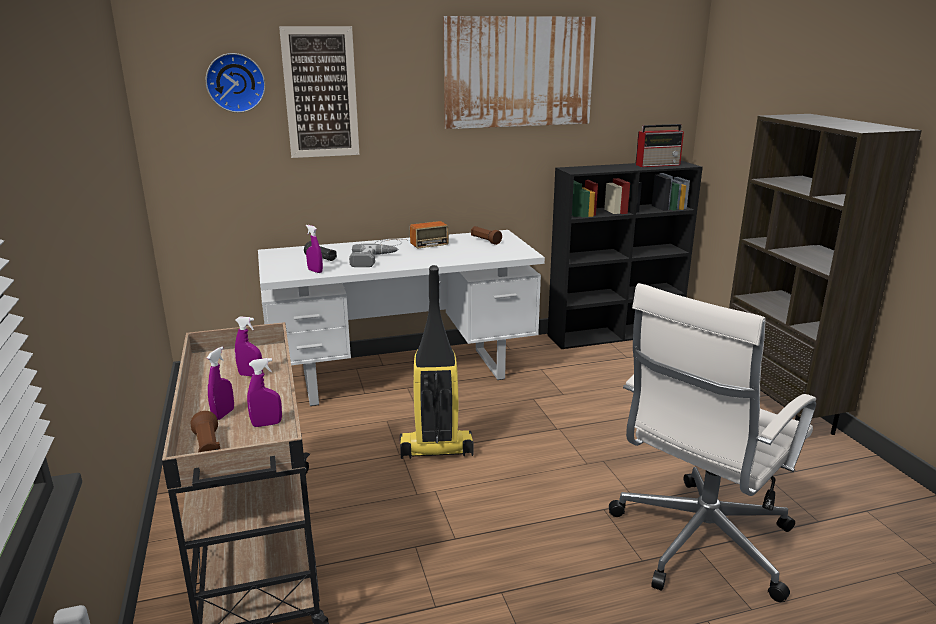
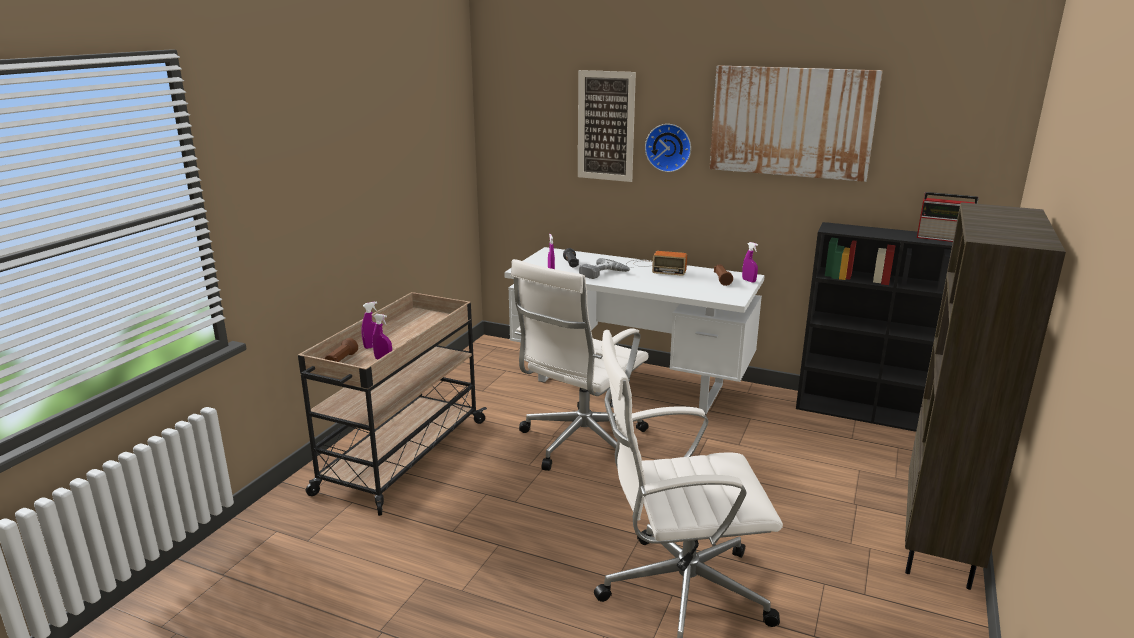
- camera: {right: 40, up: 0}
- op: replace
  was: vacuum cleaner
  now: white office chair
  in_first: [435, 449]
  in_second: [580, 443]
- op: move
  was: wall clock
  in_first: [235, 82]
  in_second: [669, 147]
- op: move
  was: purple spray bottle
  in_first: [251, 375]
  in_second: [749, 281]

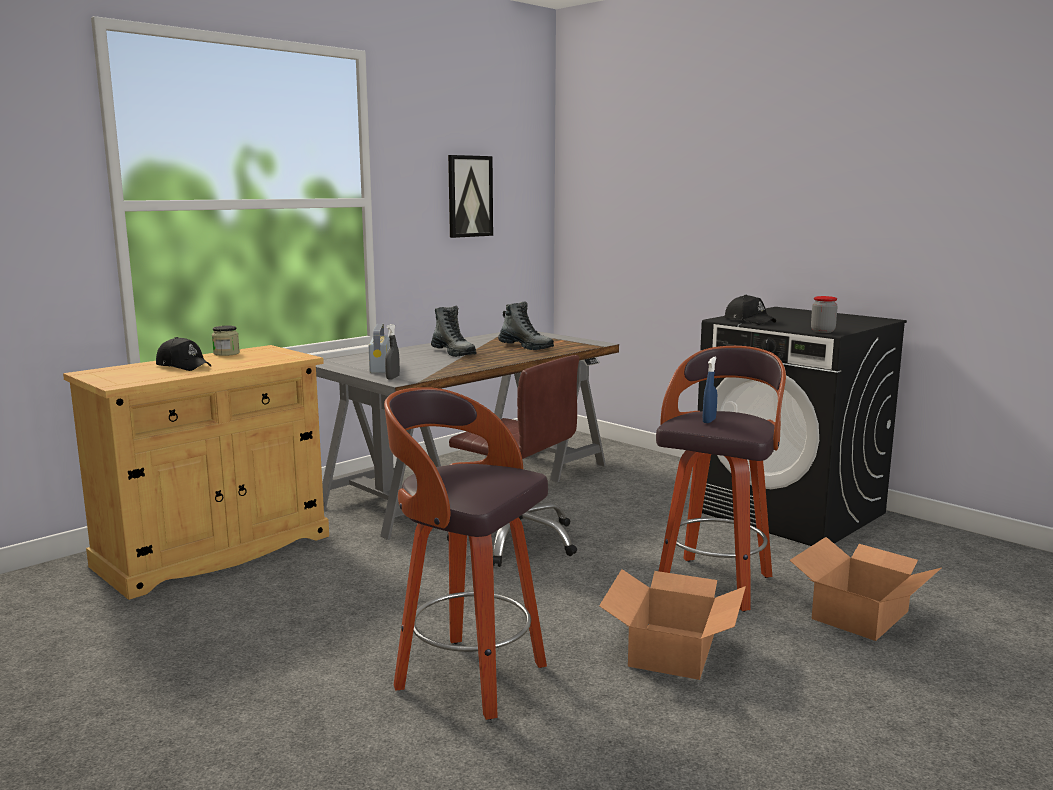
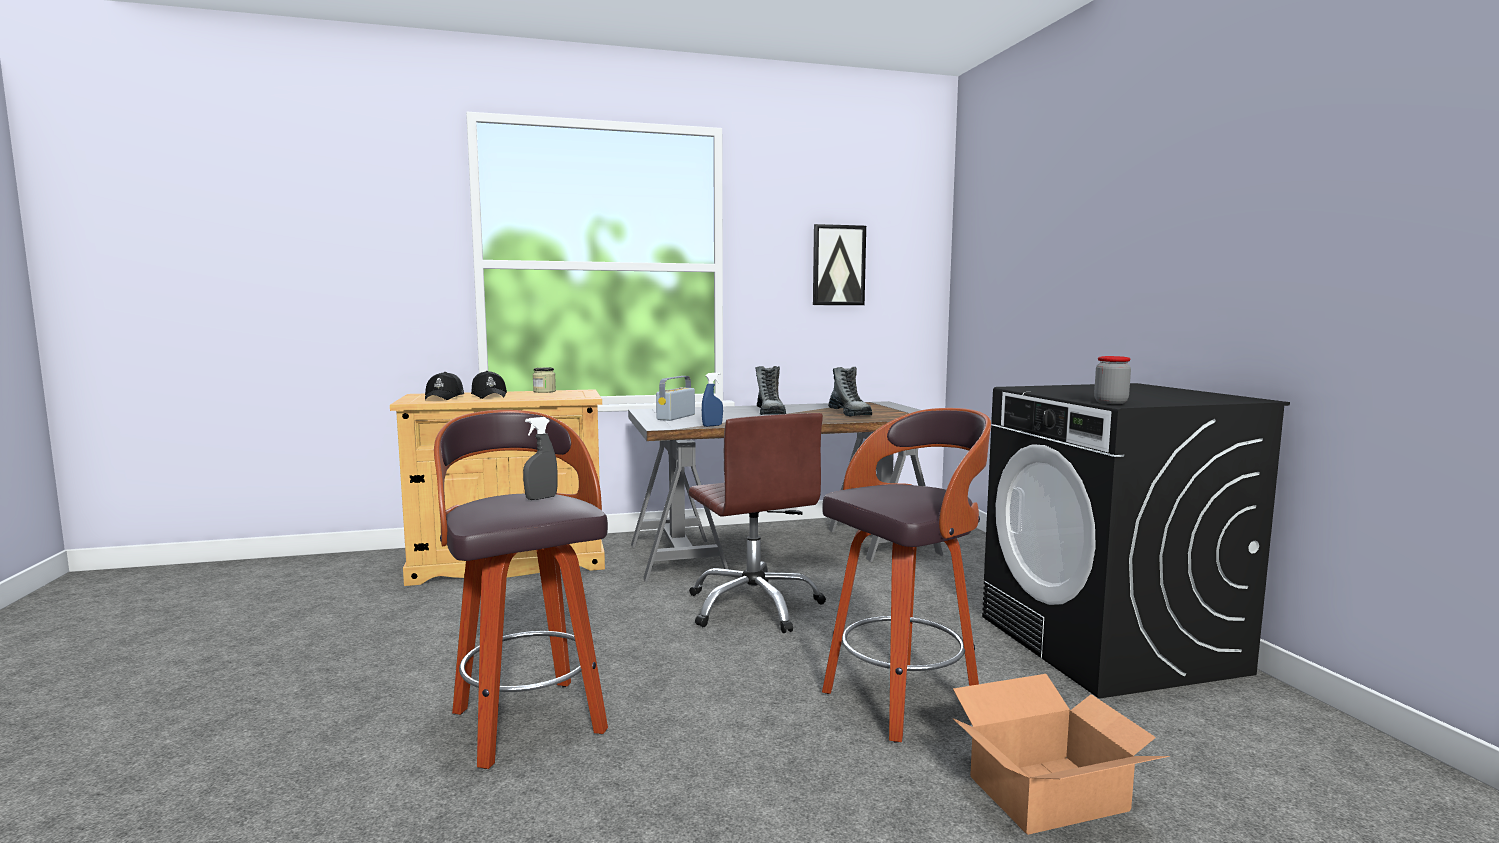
- camera: {right: 30, up: -5}
- op: move
  was: black cap
  in_first: [749, 320]
  in_second: [445, 397]
- op: move
  was: grey spray bottle
  in_first: [392, 378]
  in_second: [541, 498]
- op: move
  was: blue spray bottle
  in_first: [709, 421]
  in_second: [712, 425]
- op: delete
  was: cardboard box
  in_first: [673, 650]

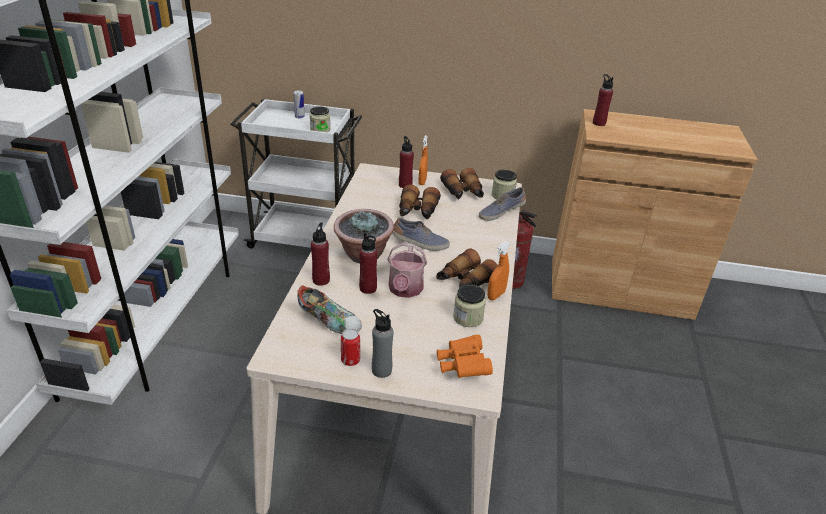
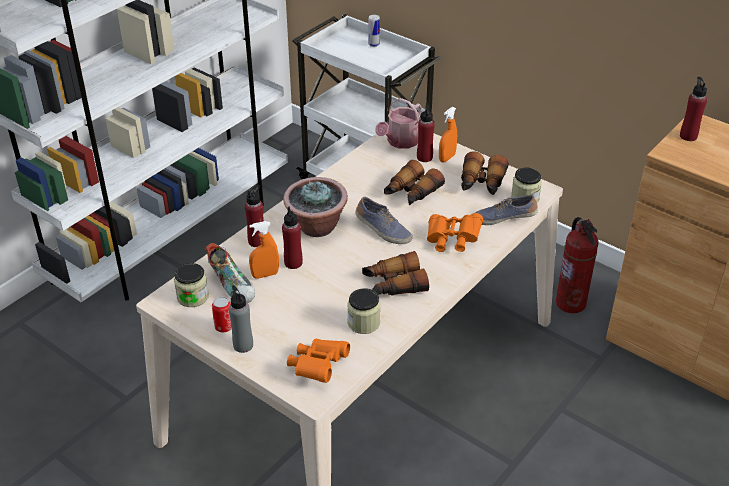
- camera: {right: 30, up: 5}
- op: move
  was: jar
  in_first: [320, 130]
  in_second: [193, 297]
- op: move
  was: orange spray bottle
  in_first: [496, 295]
  in_second: [265, 275]
- op: move
  was: watering can
  in_first: [405, 290]
  in_second: [400, 142]
- op: insert
  now: orange binoculars
  in_second: [452, 240]

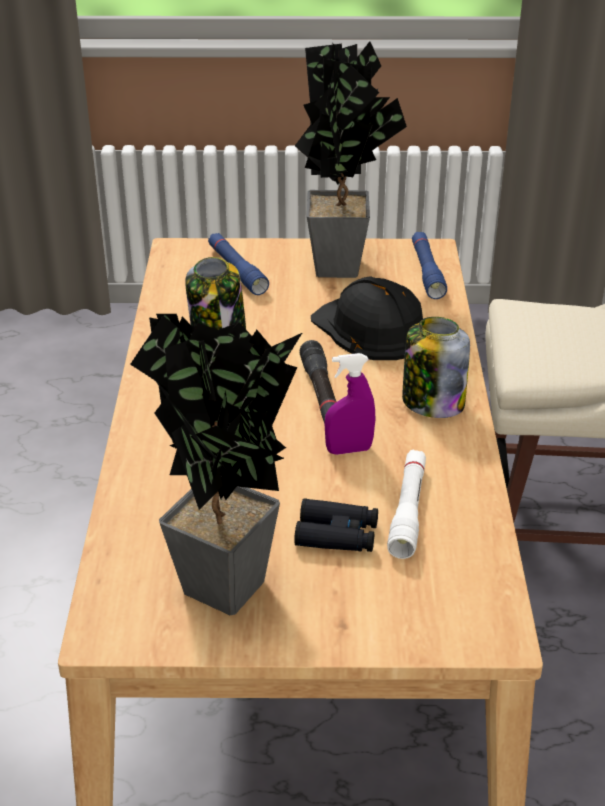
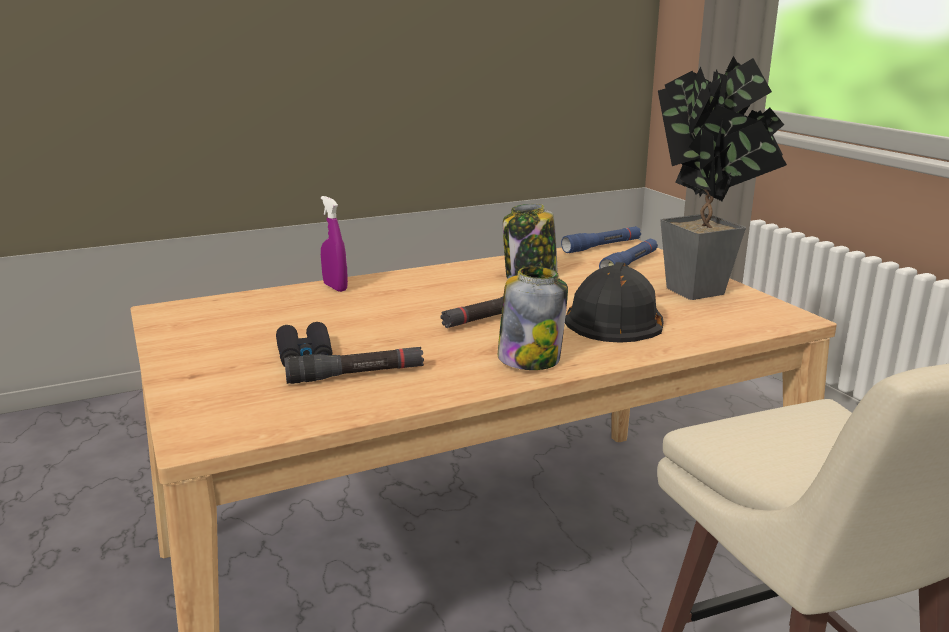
- camera: {right: 65, up: -15}
- op: recolor
  was: white flashlight
  now: black flashlight
  in_first: [408, 510]
  in_second: [356, 375]
- op: move
  was: purple spray bottle
  in_first: [349, 450]
  in_second: [335, 287]
- op: move
  was: blue flashlight
  in_first: [427, 272]
  in_second: [602, 246]
- op: delete
  was: potted plant
  in_first: [230, 595]

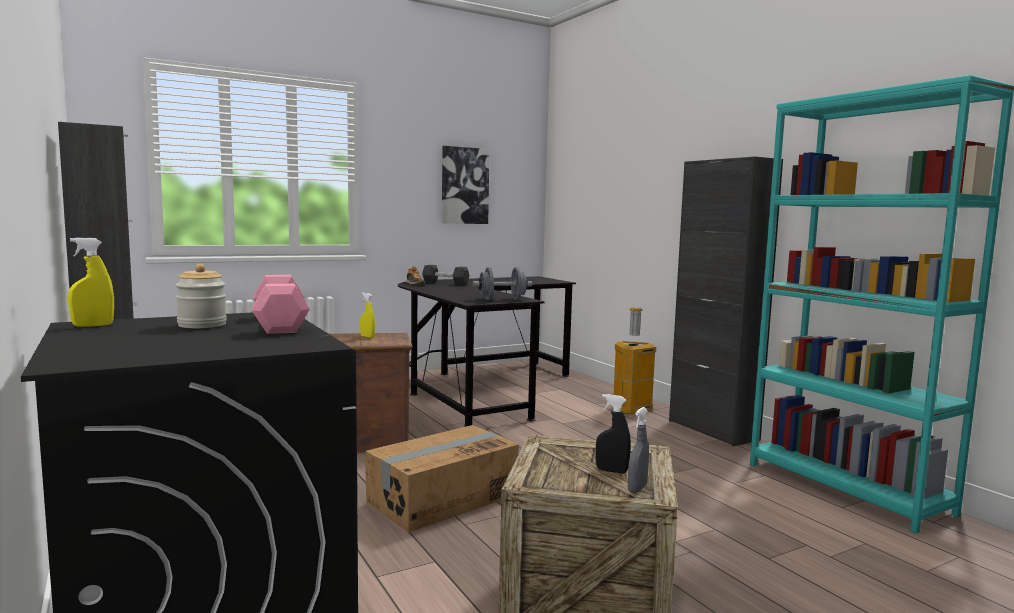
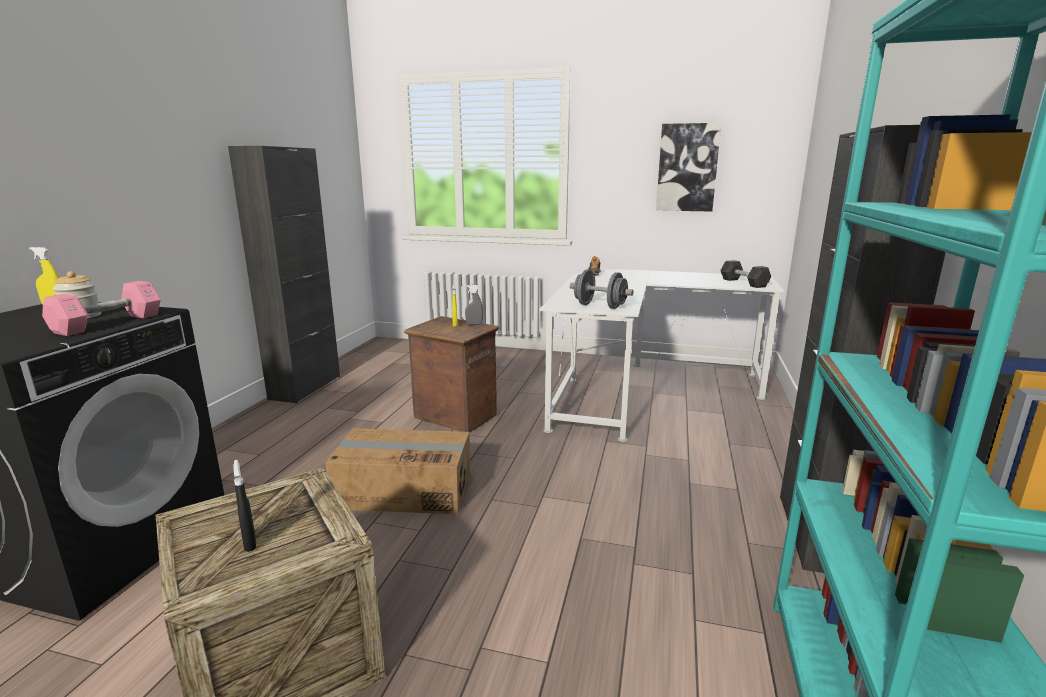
- camera: {right: 45, up: 10}
- op: move
  was: grey spray bottle
  in_first: [637, 488]
  in_second: [474, 324]
- op: recolor
  was: black desk
  now: white desk
  in_first: [479, 388]
  in_second: [640, 389]
- op: move
  was: black dumbbell
  in_first: [445, 283]
  in_second: [743, 283]
- op: delete
  was: trash can
  in_first: [632, 410]

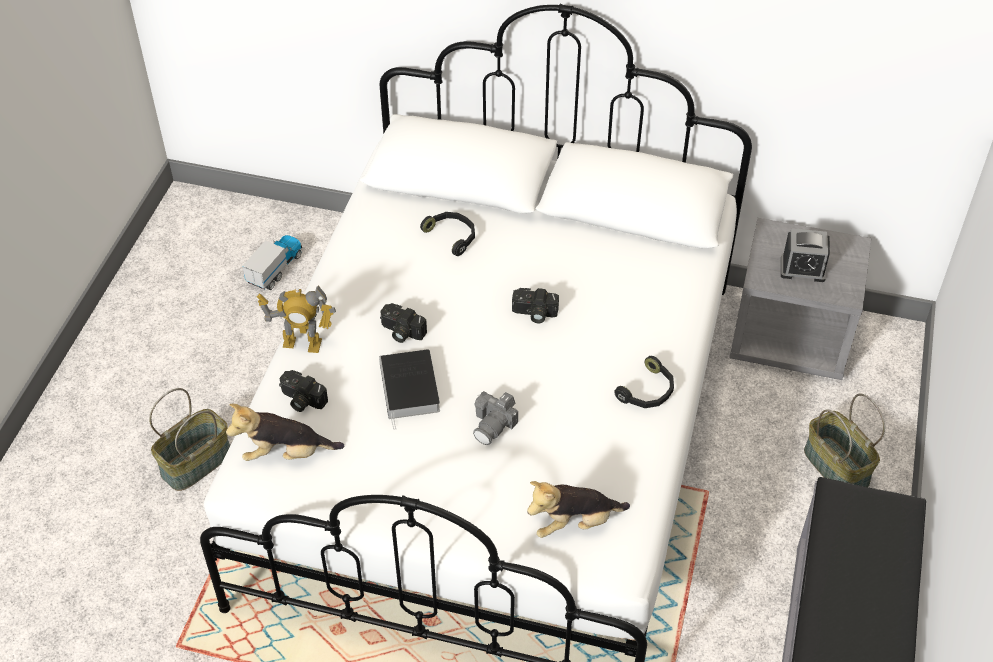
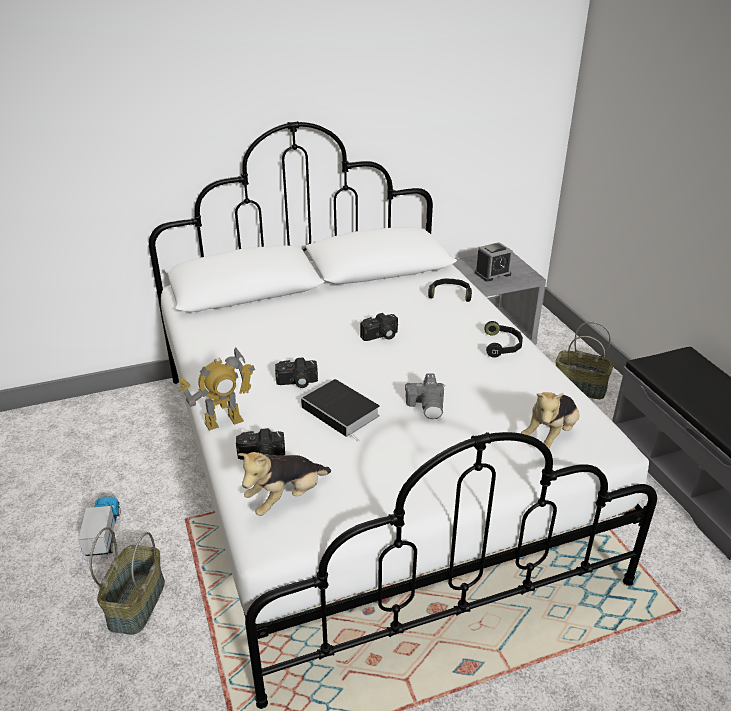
- camera: {right: -35, up: -15}
- op: move
  was: toy truck
  in_first: [275, 270]
  in_second: [104, 534]
- op: move
  was: black headphones
  in_first: [452, 236]
  in_second: [450, 294]

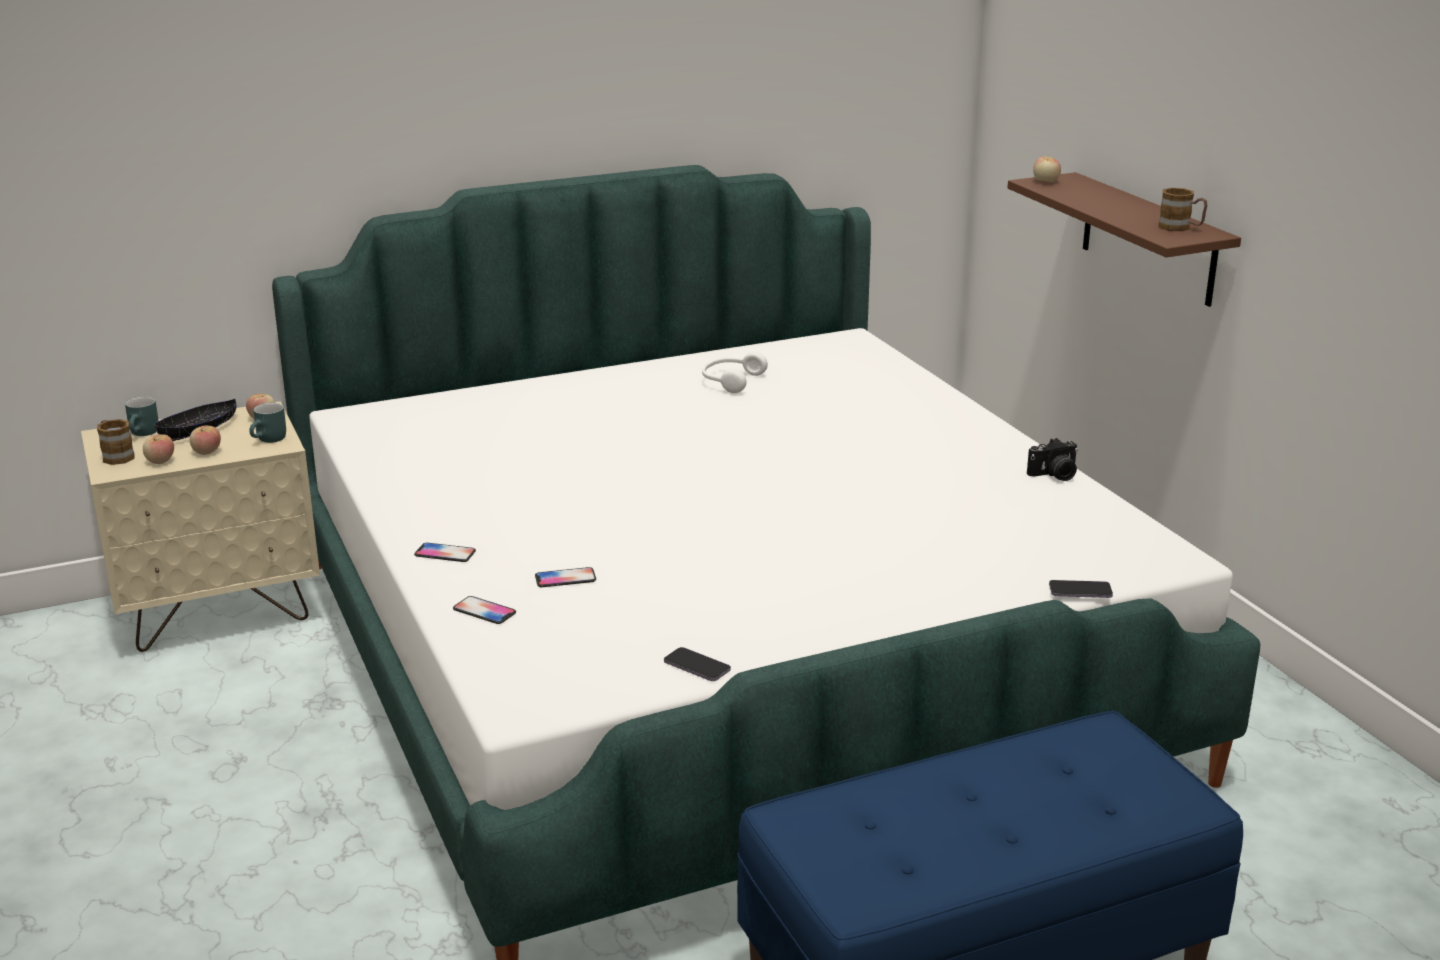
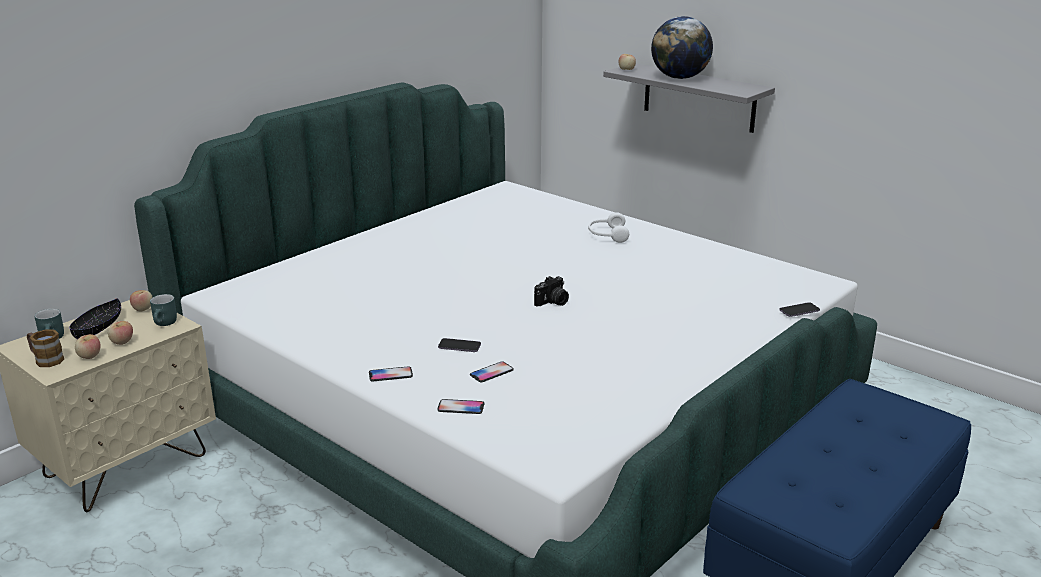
- camera: {right: -25, up: 0}
- op: move
  was: phone
  in_first: [697, 666]
  in_second: [459, 346]
- op: move
  was: photo camera
  in_first: [1054, 475]
  in_second: [553, 302]
- op: move
  was: white headphones
  in_first: [730, 381]
  in_second: [607, 235]
- op: recolor
  was: brown shelf
  now: grey shelf
  in_first: [1148, 239]
  in_second: [699, 98]
- op: insert
  now: globe
  in_second: [680, 78]
- op: delete
  was: mug
  in_first: [1180, 228]

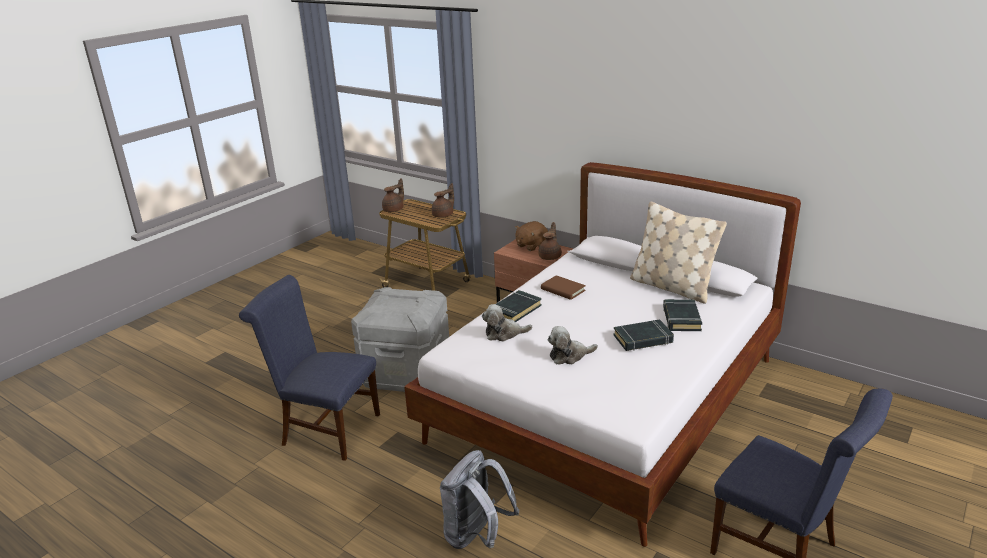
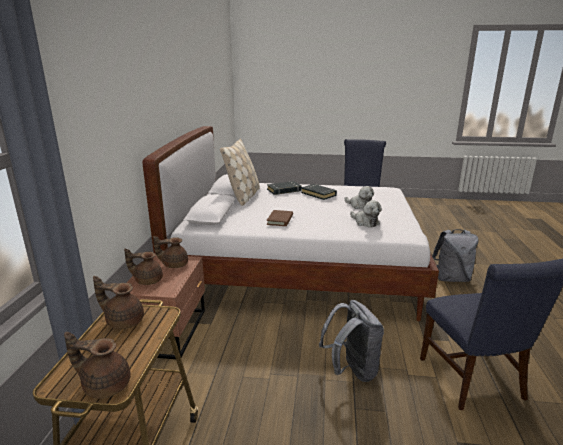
- camera: {right: -120, up: -5}
- op: replace
  was: brown plush toy
  now: brown teapot
  in_first: [531, 245]
  in_second: [147, 280]
- op: replace
  was: grey storage box
  now: grey backpack
  in_first: [407, 373]
  in_second: [352, 370]
- op: delete
  was: black book
  in_first: [515, 310]

